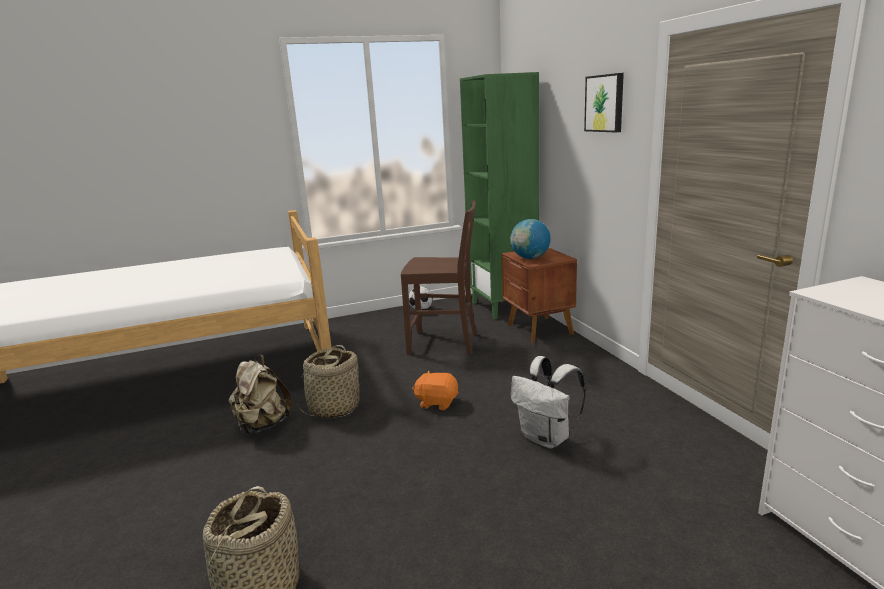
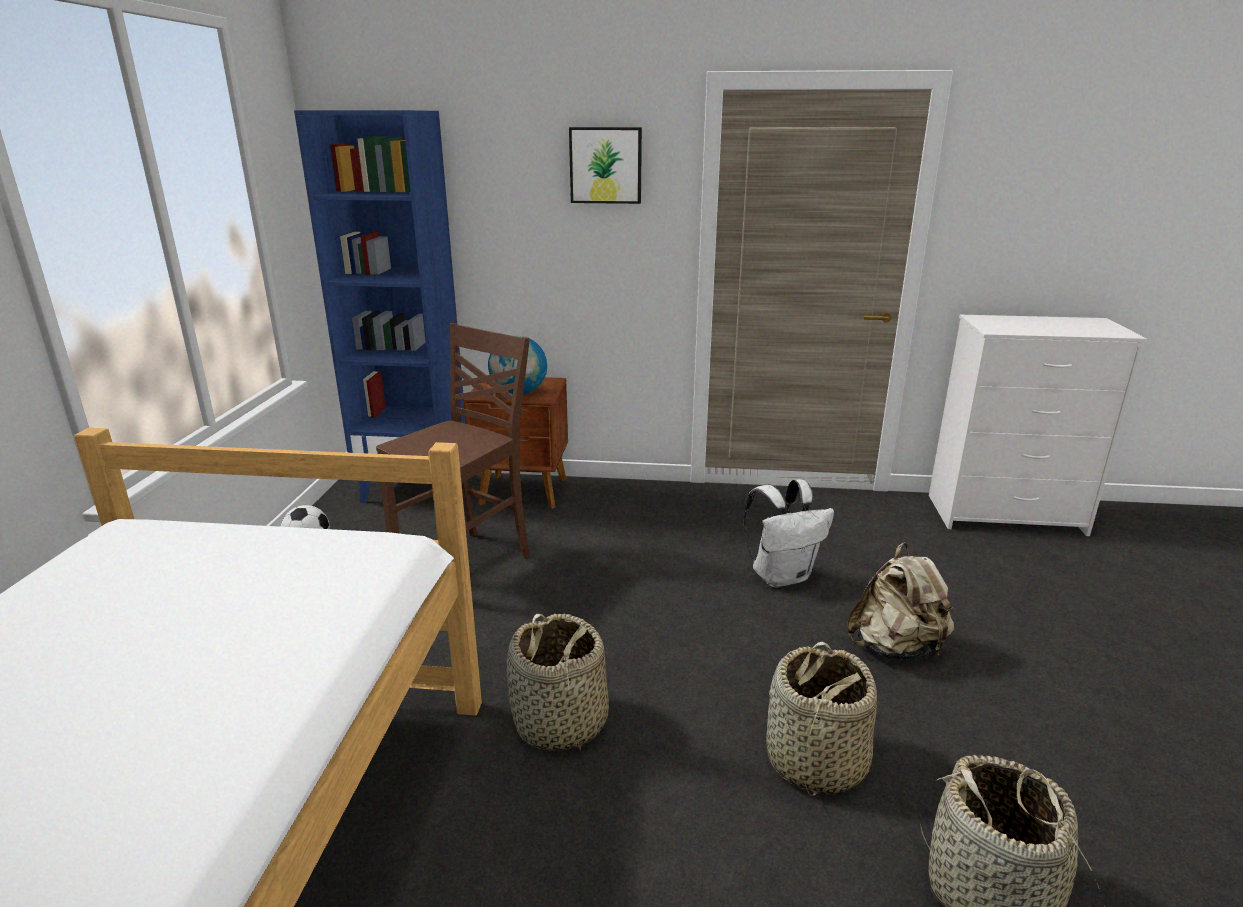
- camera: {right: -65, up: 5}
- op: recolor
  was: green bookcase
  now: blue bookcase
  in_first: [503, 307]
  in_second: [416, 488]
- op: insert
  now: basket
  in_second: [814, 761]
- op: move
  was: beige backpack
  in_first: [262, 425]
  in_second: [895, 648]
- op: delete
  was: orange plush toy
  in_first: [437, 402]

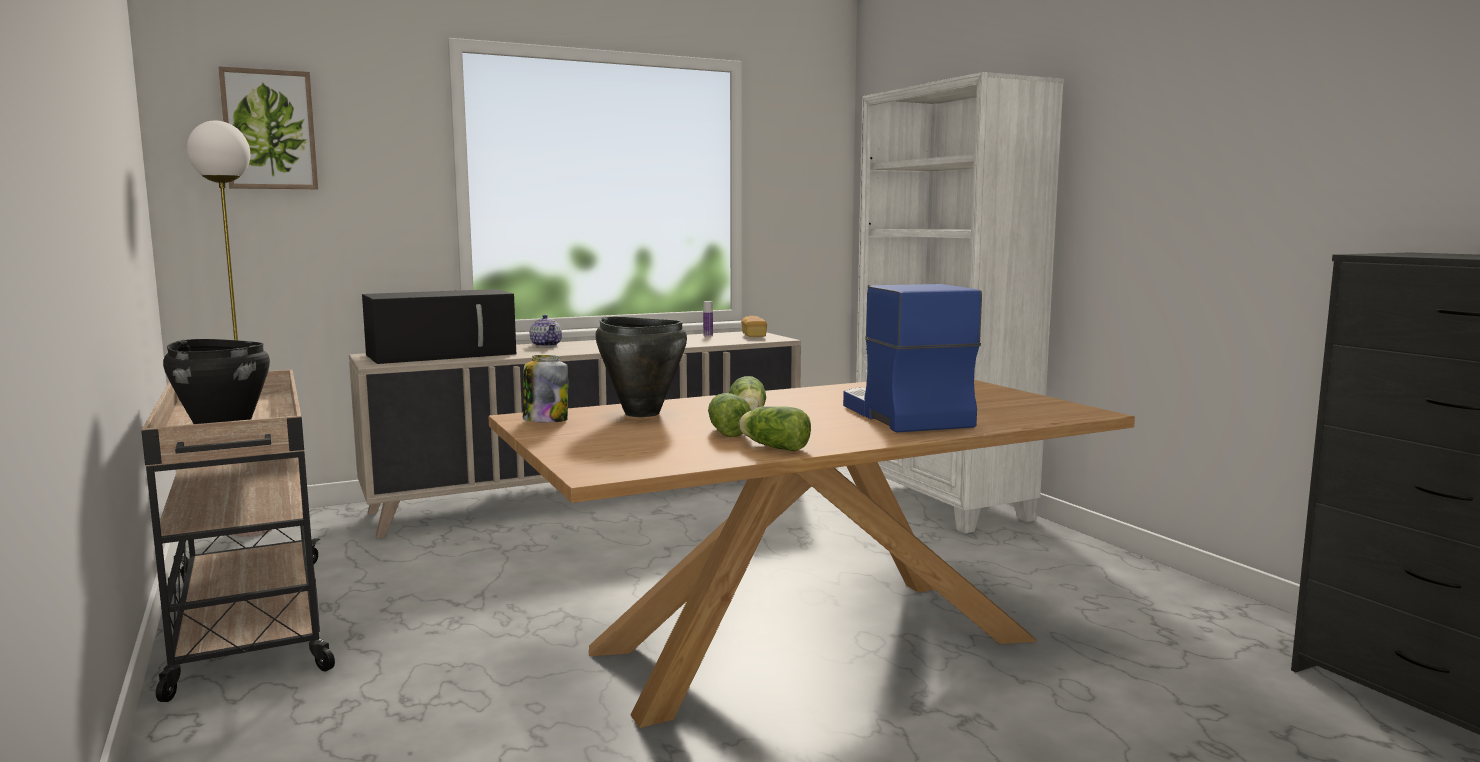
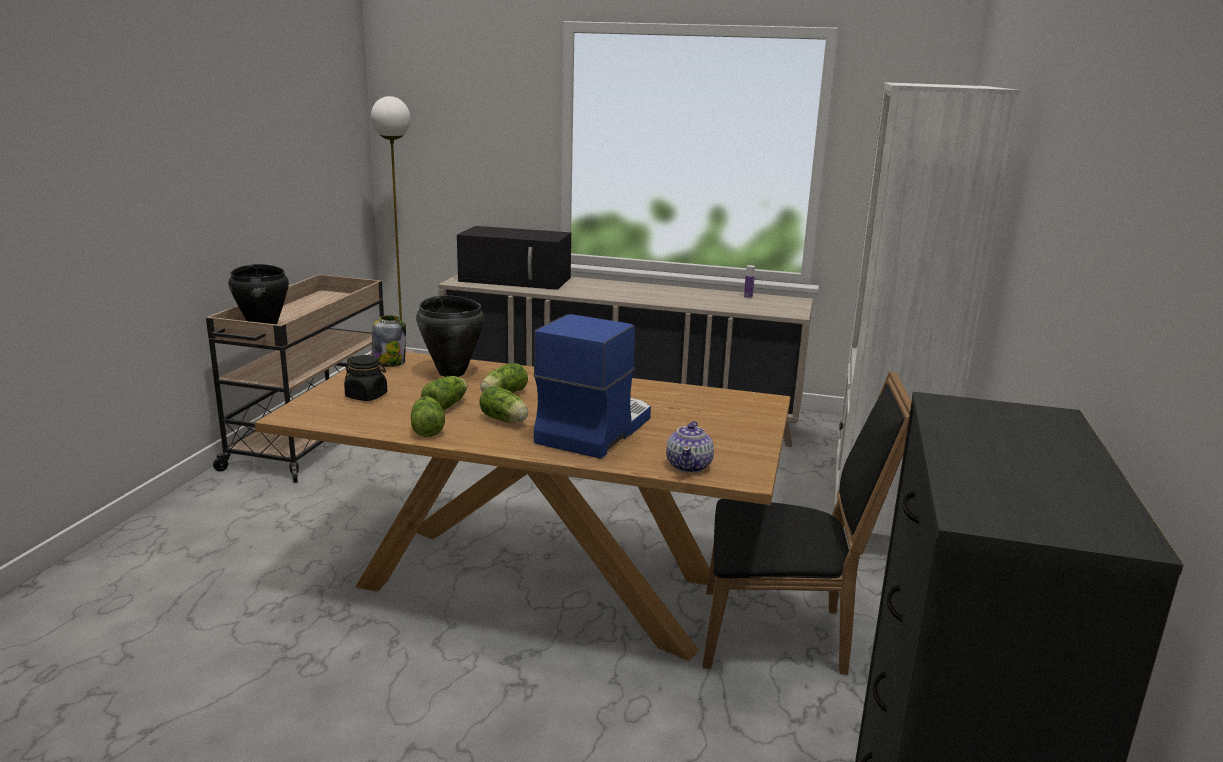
- camera: {right: 40, up: 10}
- op: insert
  now: black jar
  in_second: [366, 396]
- op: insert
  now: lettuce
  in_second: [505, 420]
- op: move
  was: teapot
  in_first: [546, 345]
  in_second: [689, 466]
- op: insert
  now: black chair
  in_second: [783, 634]
- op: delete
  was: picture
  in_first: [269, 130]
- op: delete
  was: bread
  in_first: [754, 336]

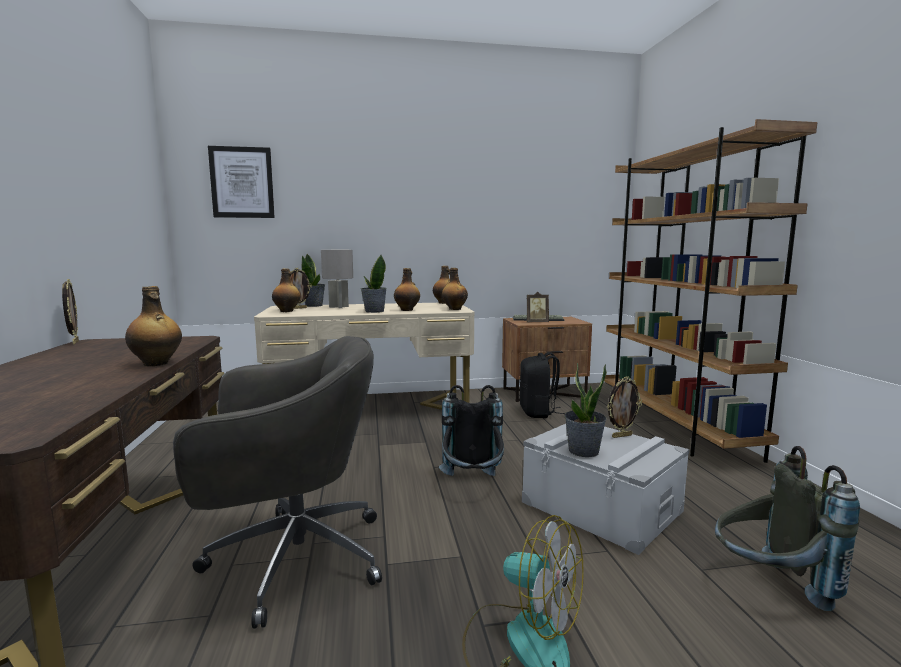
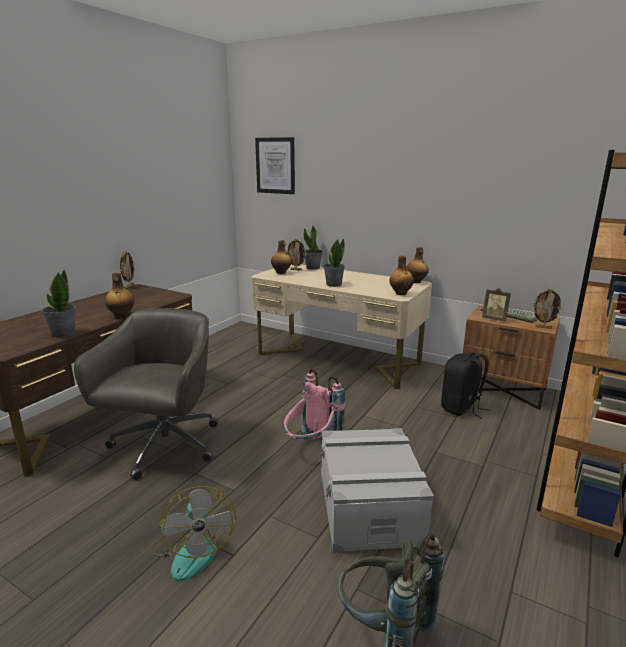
- camera: {right: 40, up: 10}
- op: move
  was: potted plant
  in_first: [583, 451]
  in_second: [63, 333]
- op: rotate
  was: grey office chair
  in_first: [292, 558]
  in_second: [164, 447]
  clockwise: -105
- op: recolor
  was: black backpack
  now: pink backpack
  in_first: [472, 484]
  in_second: [311, 447]
- op: move
  was: picture frame
  in_first: [621, 436]
  in_second: [543, 327]
- op: delete
  was: grey table lamp
  in_first: [338, 307]
- op: delete
  was: bottle
  in_first: [407, 310]

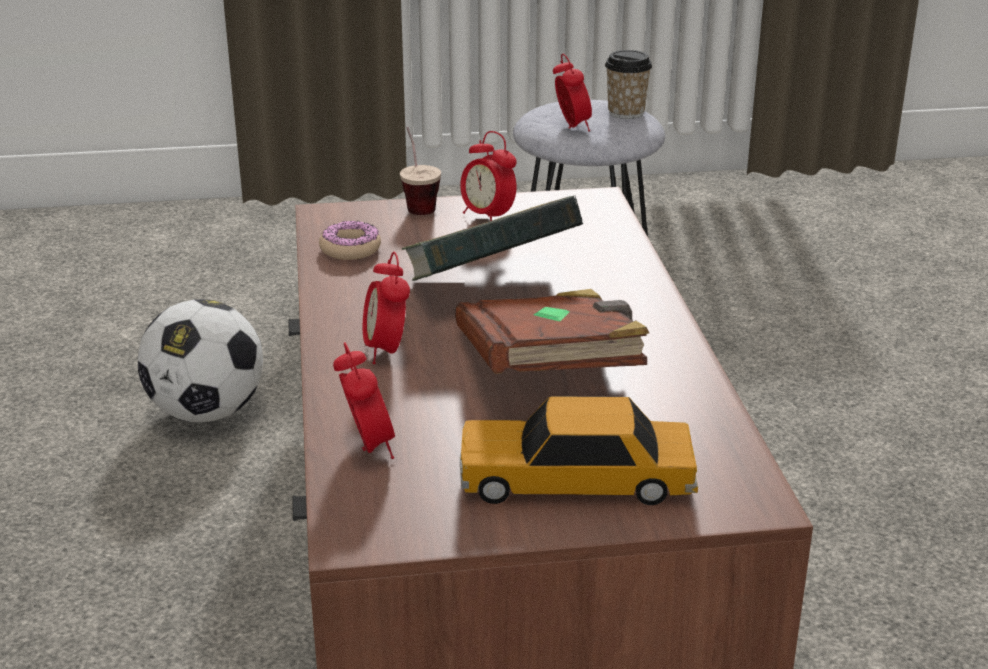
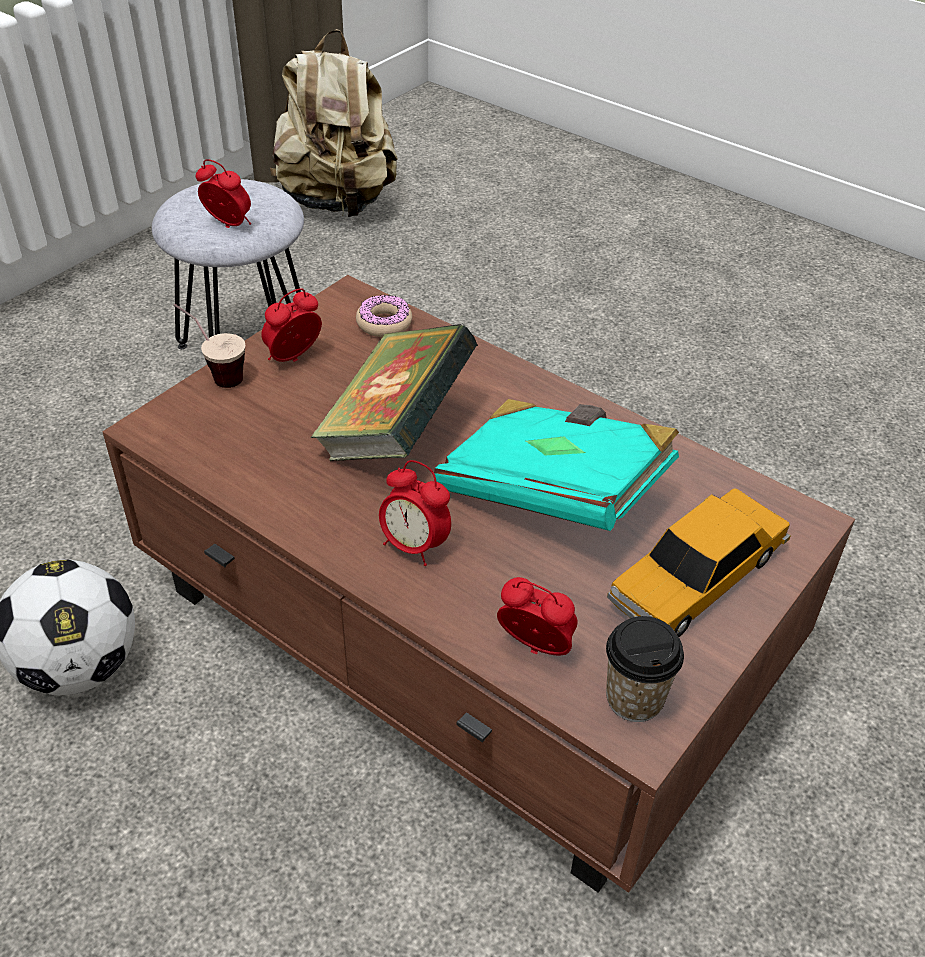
- camera: {right: -45, up: 15}
- op: rotate
  was: alarm clock
  in_first: [488, 217]
  in_second: [294, 359]
  clockwise: 135
- op: insert
  now: beige backpack
  in_second: [338, 202]
- op: move
  was: donut
  in_first: [350, 249]
  in_second: [384, 323]
- op: recolor
  was: brown book
  now: turquoise book
  in_first: [550, 373]
  in_second: [553, 492]
- op: move
  was: cup
  in_first: [626, 113]
  in_second: [634, 699]

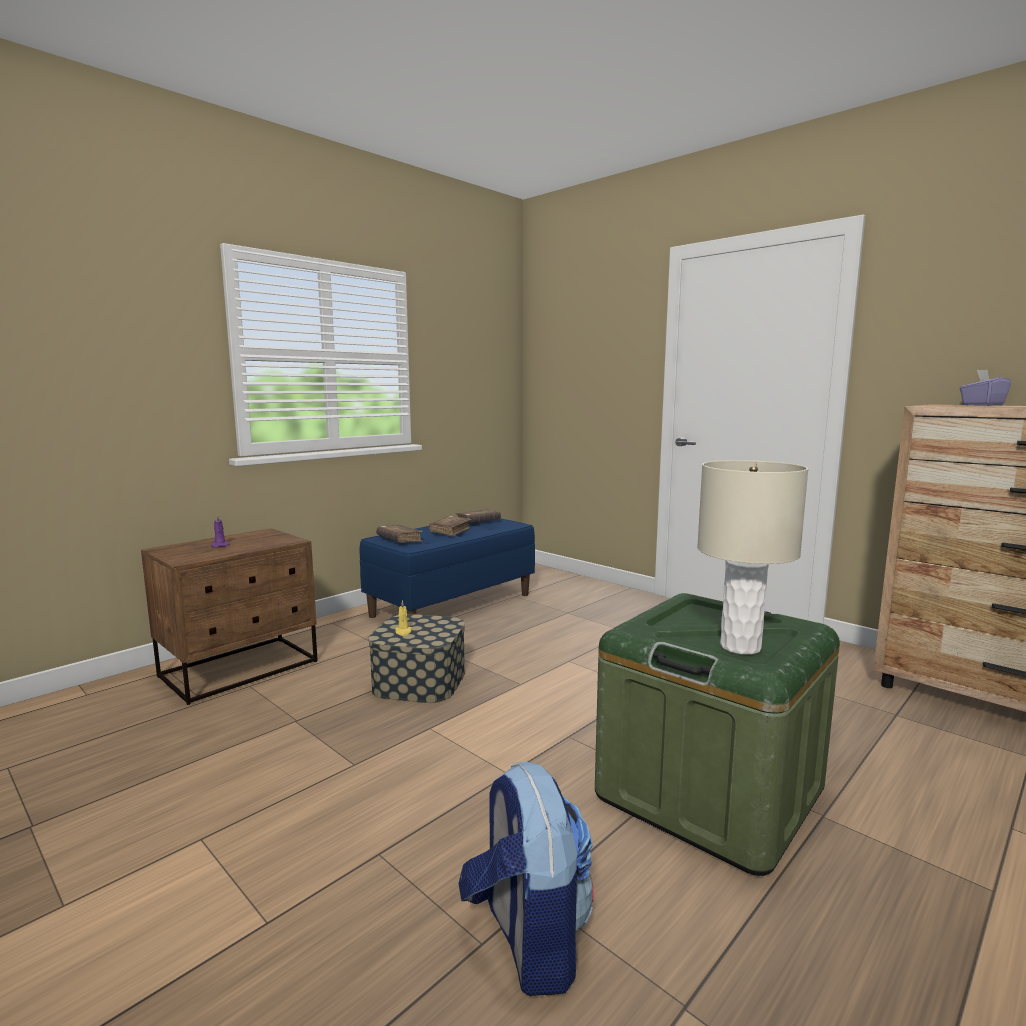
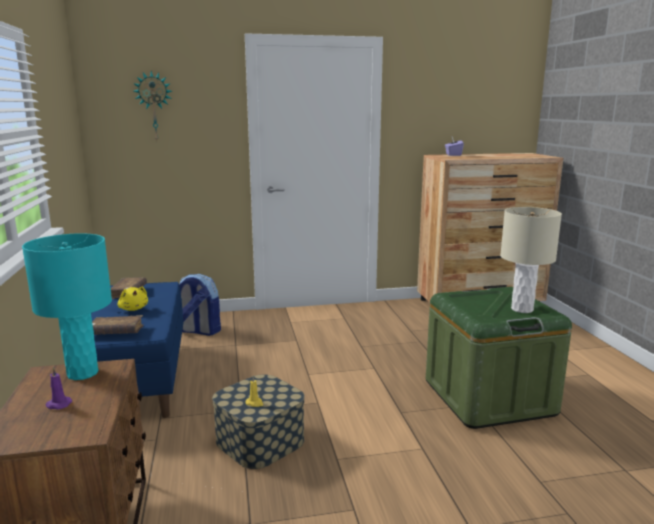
- camera: {right: -55, up: 5}
- op: insert
  now: turquoise table lamp
  in_second: [83, 373]
- op: replace
  was: brown book
  now: yellow plush toy
  in_first: [450, 531]
  in_second: [133, 309]
- op: insert
  now: wall clock
  in_second: [154, 107]
- op: move
  was: backpack
  in_first: [527, 940]
  in_second: [198, 331]

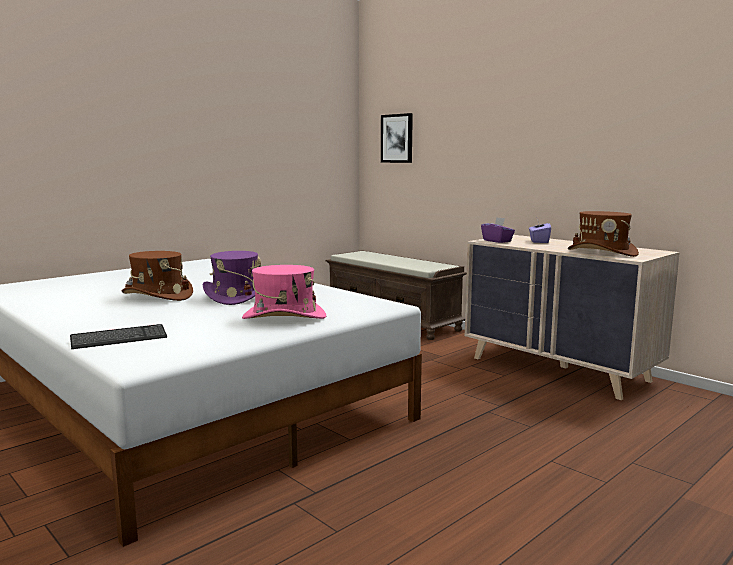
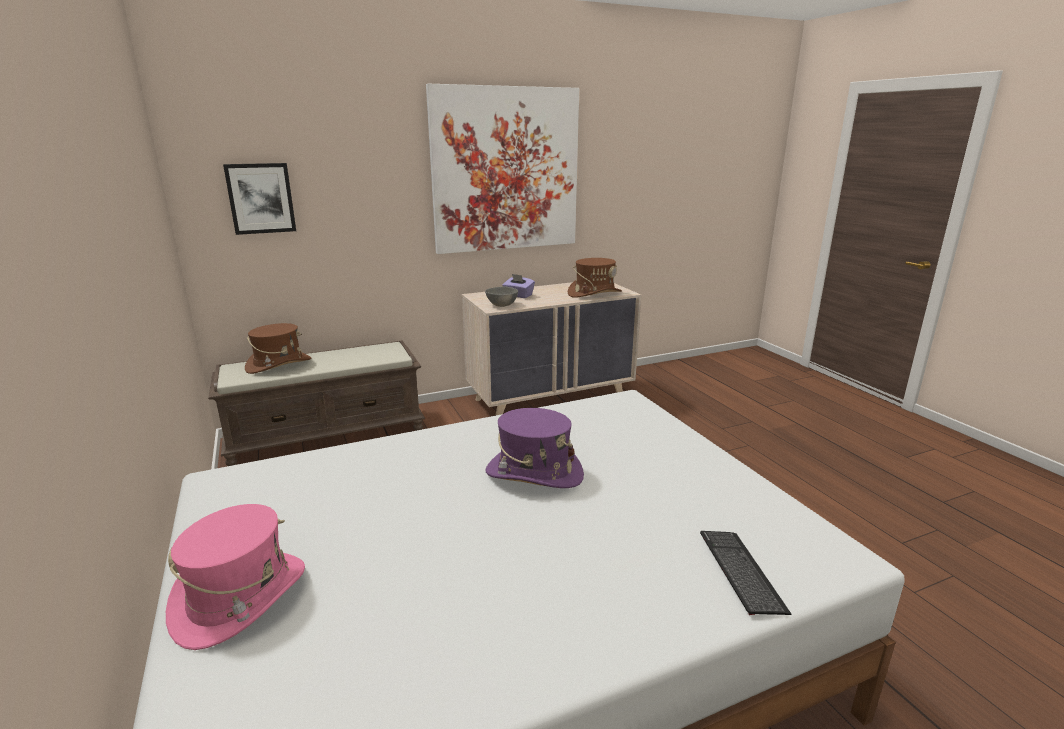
- camera: {right: -70, up: 10}
- op: move
  was: pink hat
  in_first: [284, 317]
  in_second: [241, 598]
- op: move
  was: brown hat
  in_first: [157, 296]
  in_second: [279, 364]
- op: insert
  now: picture
  in_second: [505, 170]
- op: replace
  was: purple tissue box
  now: grey bowl
  in_first: [497, 241]
  in_second: [501, 305]

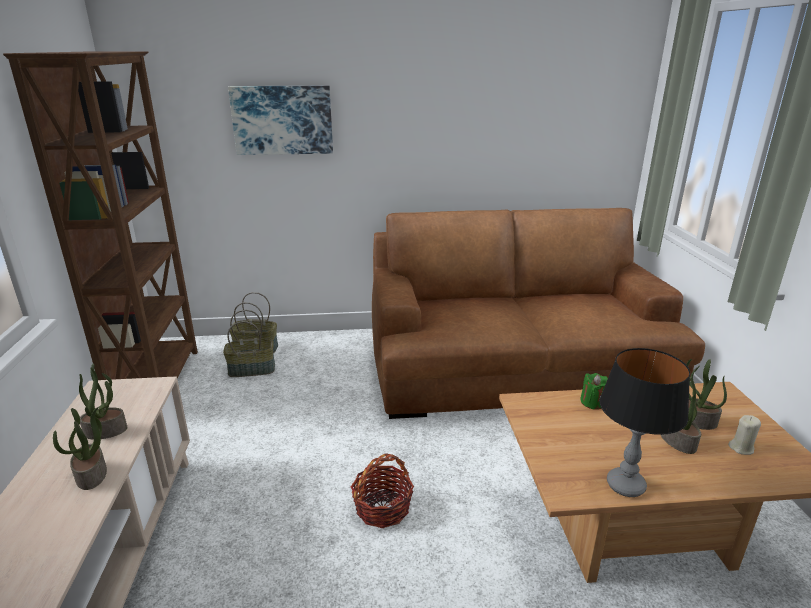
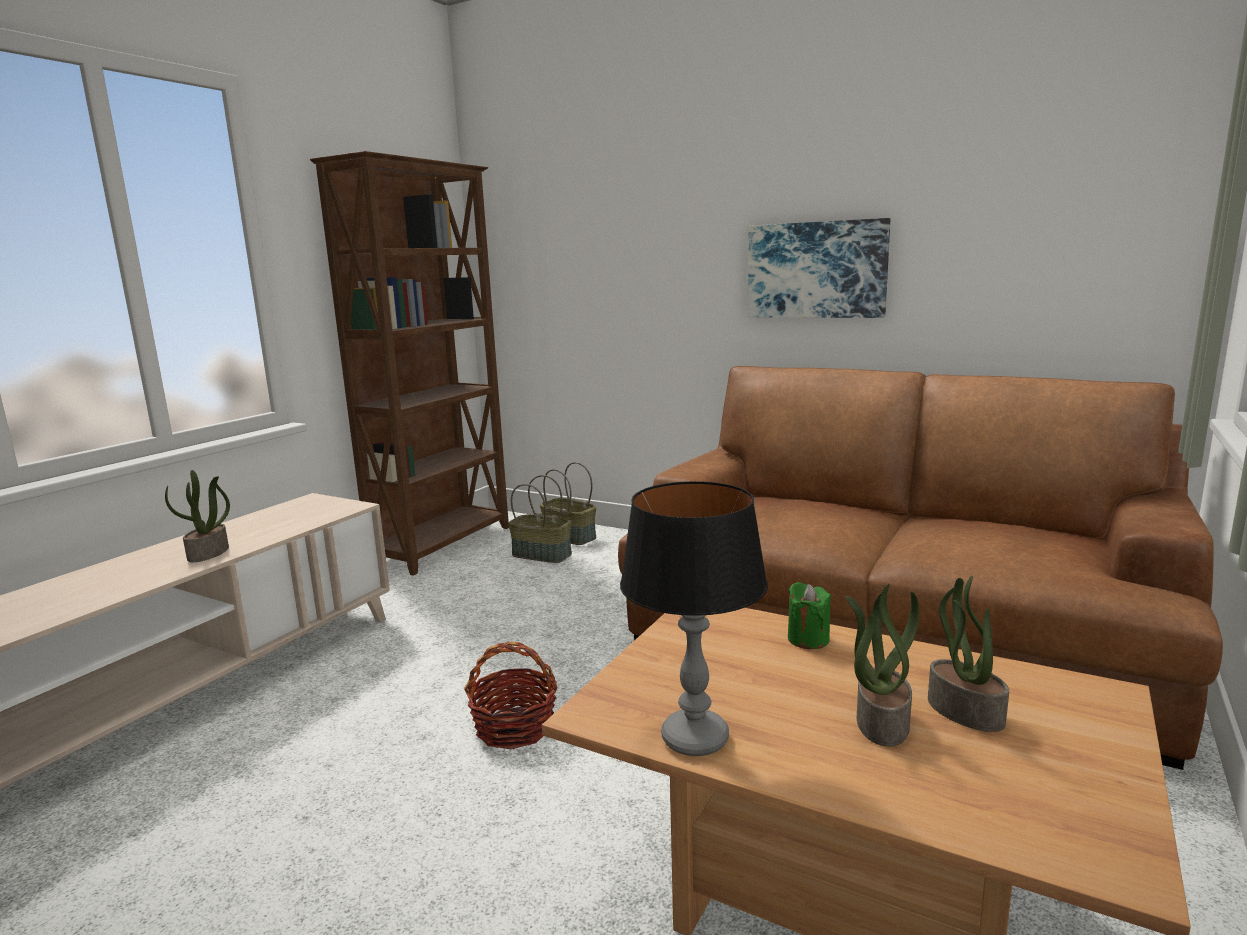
- camera: {right: 35, up: -10}
- op: move
  was: picture
  in_first: [282, 120]
  in_second: [816, 270]
- op: delete
  was: potted plant
  in_first: [106, 430]
- op: delete
  was: beige candle
  in_first: [741, 448]

